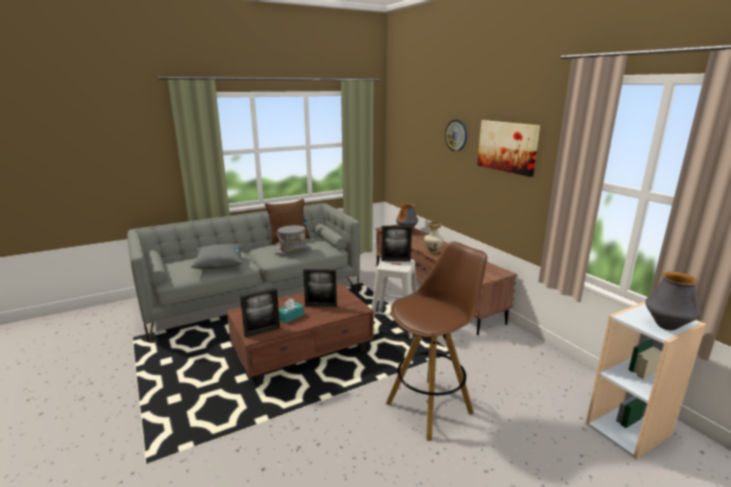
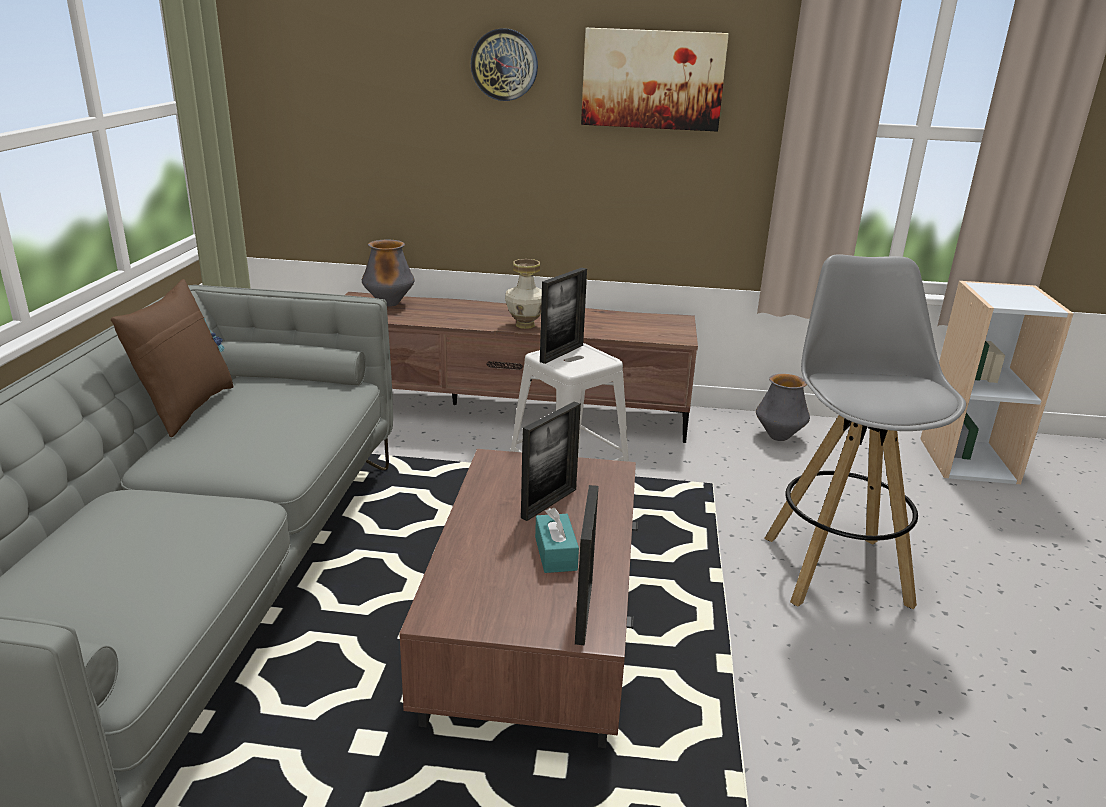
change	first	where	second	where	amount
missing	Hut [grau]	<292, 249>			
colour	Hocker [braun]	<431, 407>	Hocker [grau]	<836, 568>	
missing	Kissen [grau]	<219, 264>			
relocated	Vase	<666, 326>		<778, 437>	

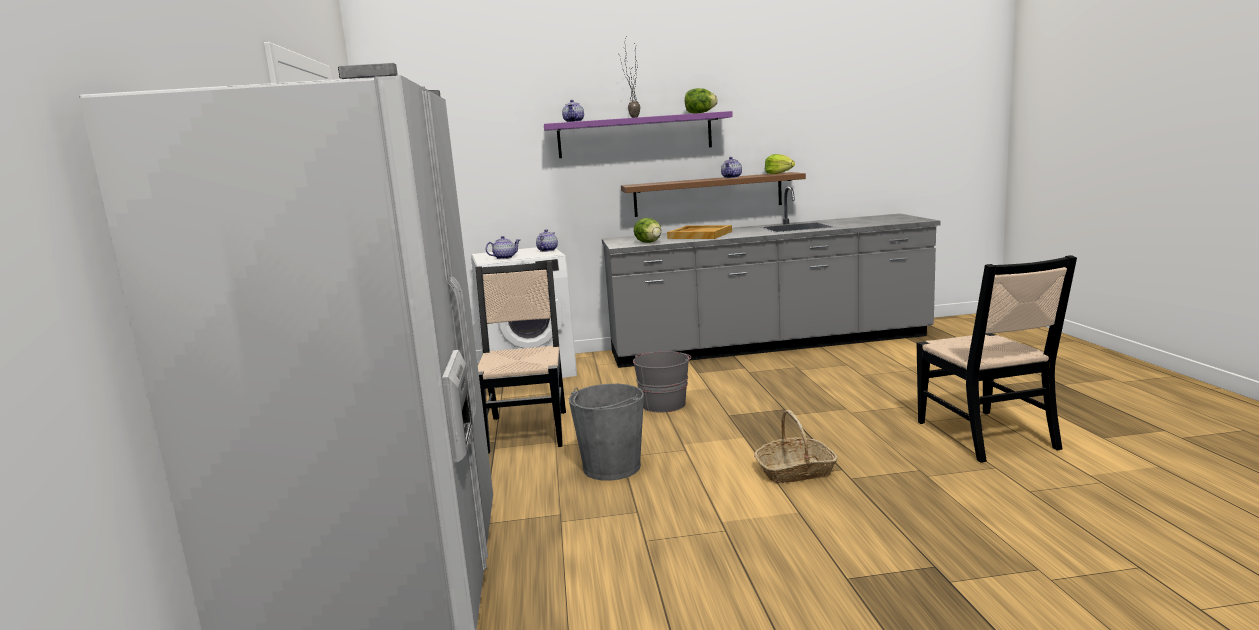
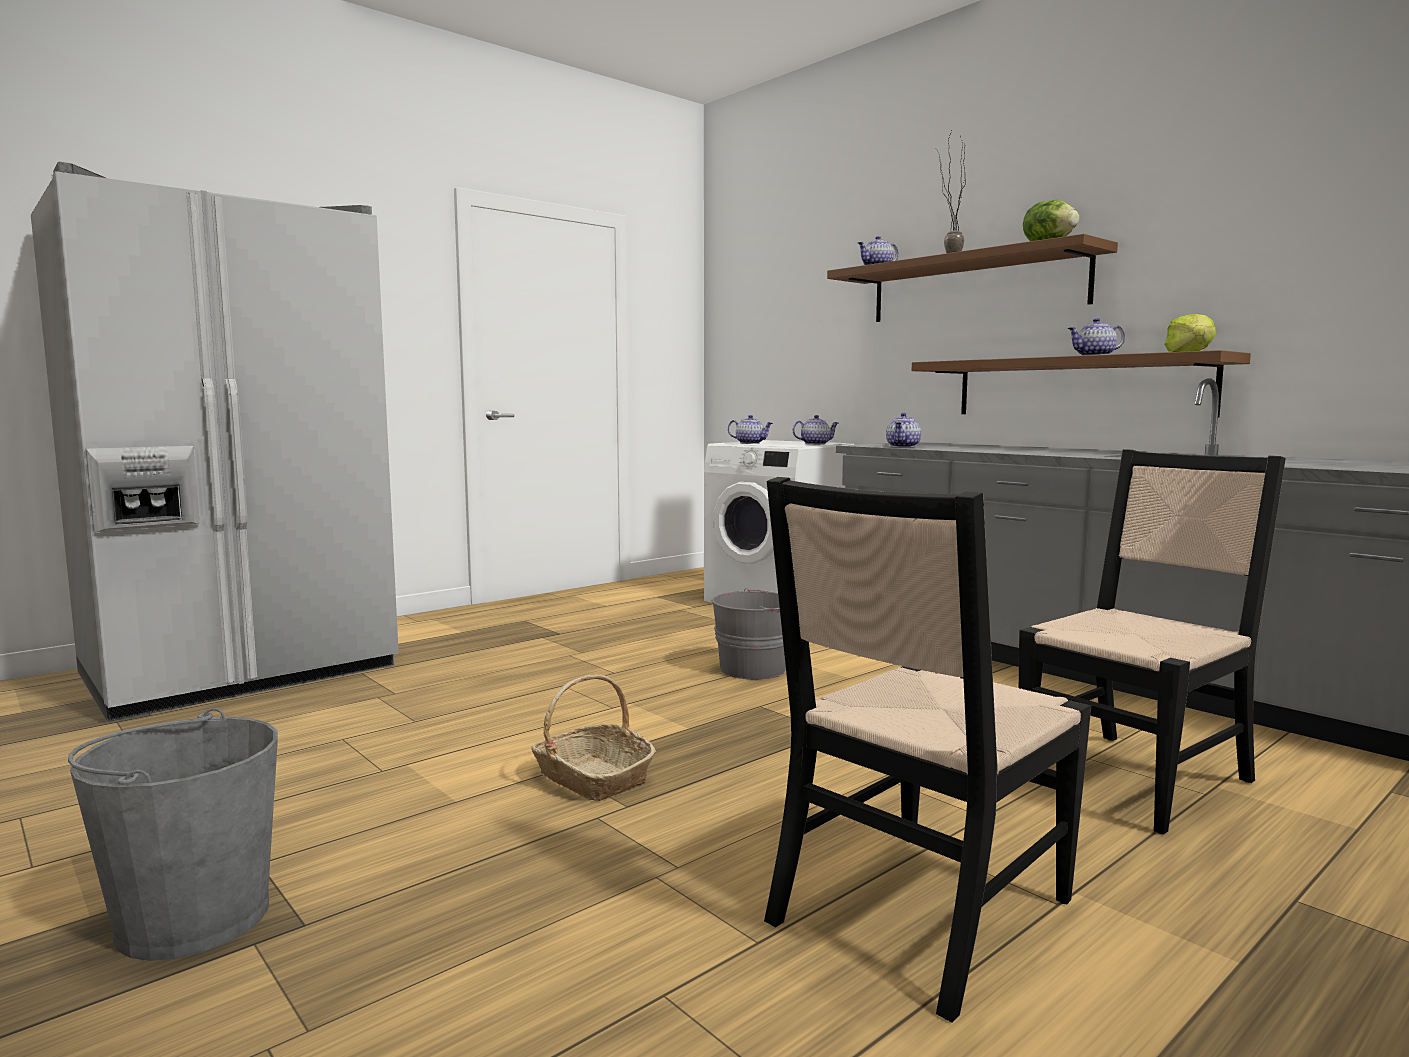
change	first	where	second	where	amount
colour	Wandregal [lila]	<635, 135>	Wandregal [braun]	<975, 287>	
exchanged	Salatkopf	<649, 242>	Teekanne	<903, 446>	
missing	Tablett [beige]	<699, 235>			
relocated	Stuhl	<527, 431>		<1134, 781>	
relocated	Eimer [grau]	<611, 467>		<192, 918>	

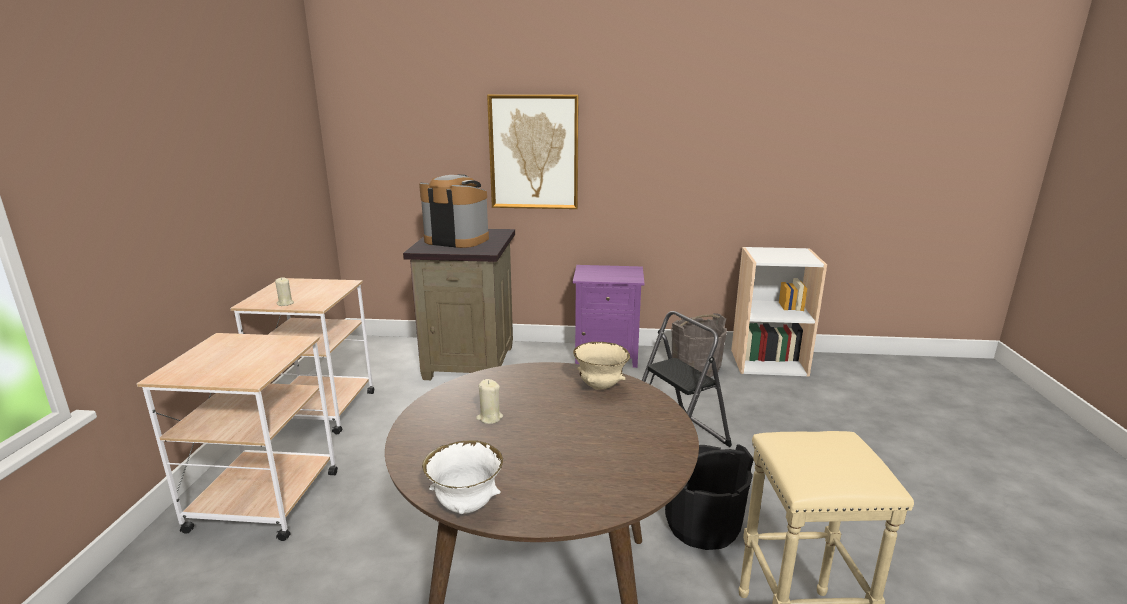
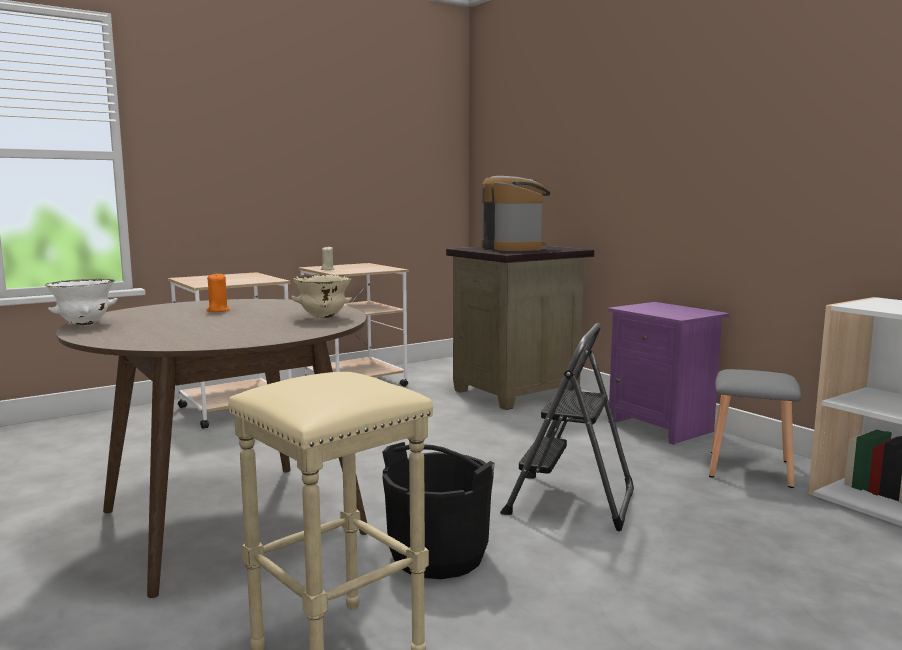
change	first	where	second	where	amount
missing	Bild	<534, 152>			
exchanged	Eimer [grau]	<695, 368>	Hocker [grau]	<751, 468>	
colour	Kerze [beige]	<489, 418>	Kerze [orange]	<217, 310>	

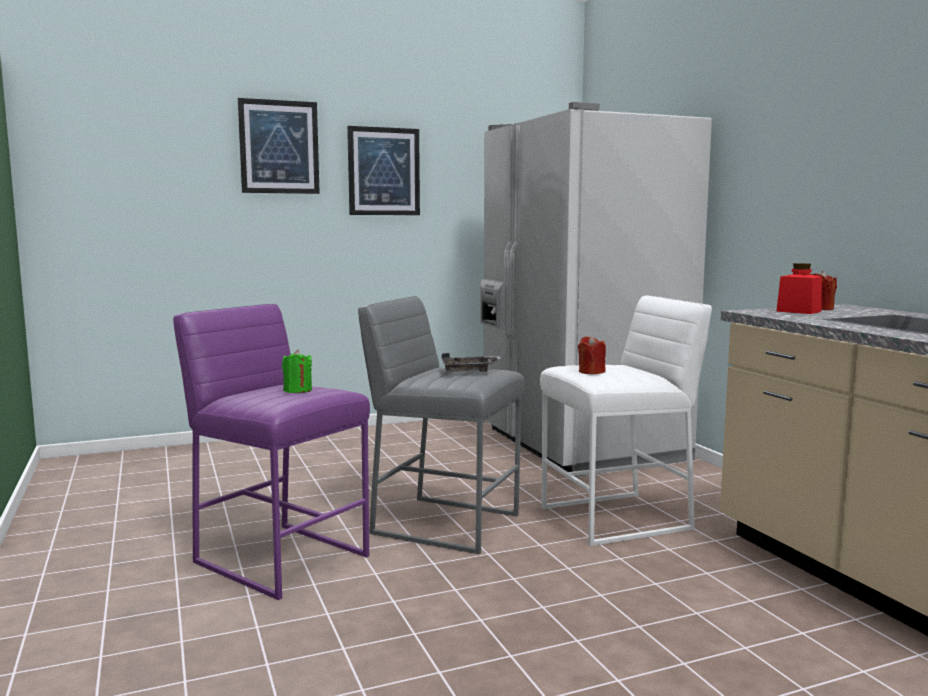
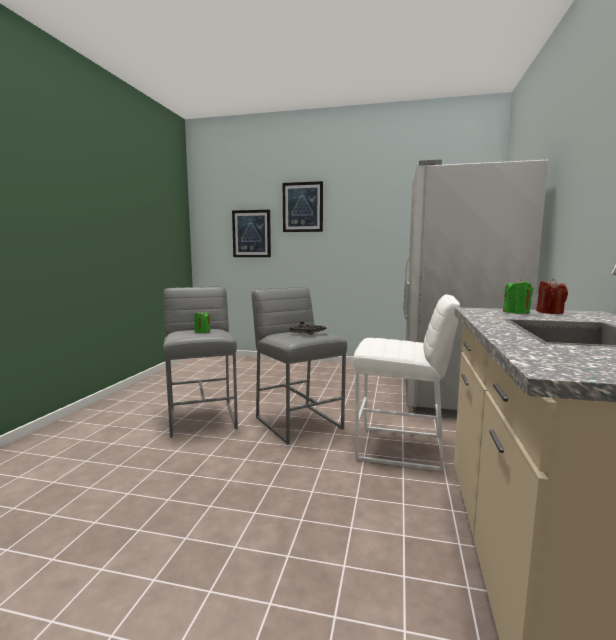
change	first	where	second	where	amount
relocated	Bild	<383, 171>		<251, 234>	
exchanged	Vorratsglas [rot]	<798, 311>	Kerze [grün]	<516, 312>	
colour	Hocker [lila]	<280, 558>	Hocker [grau]	<202, 418>	
missing	Kerze [rot]	<591, 372>			

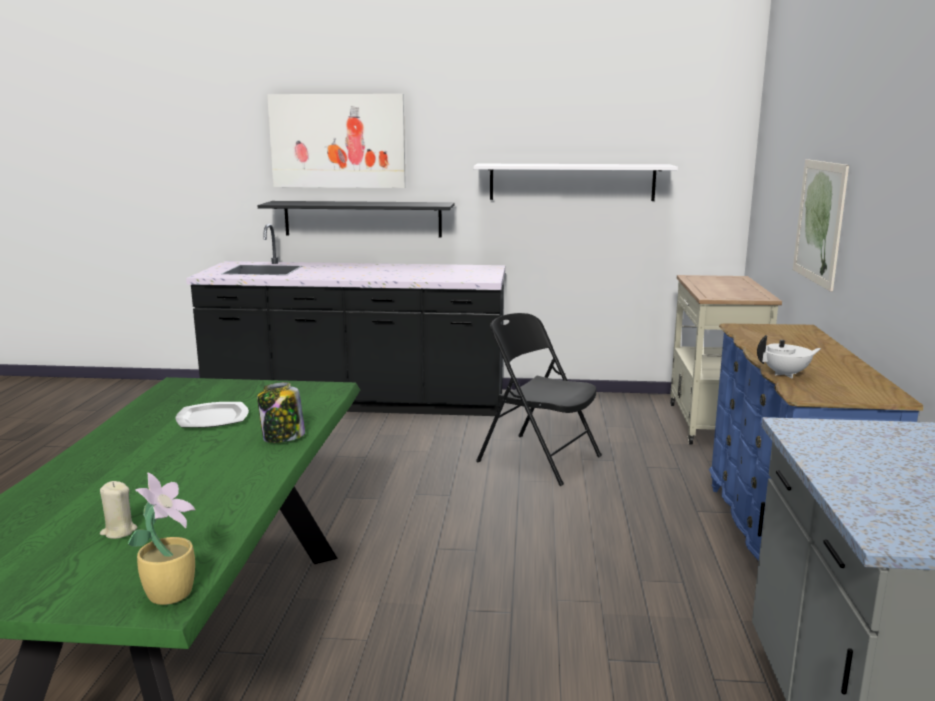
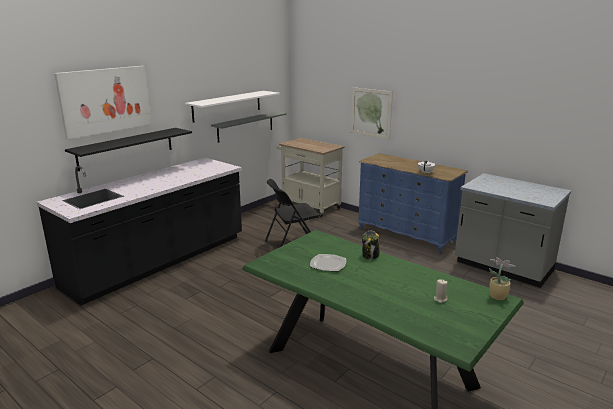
change	first	where	second	where	amount
appeared			Wandregal [grau]	<245, 126>	

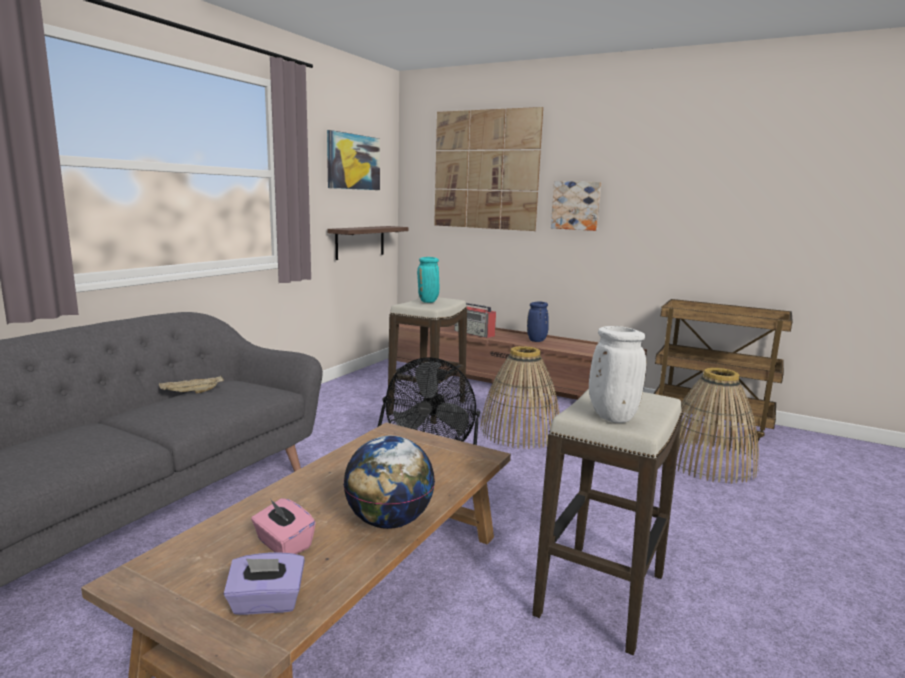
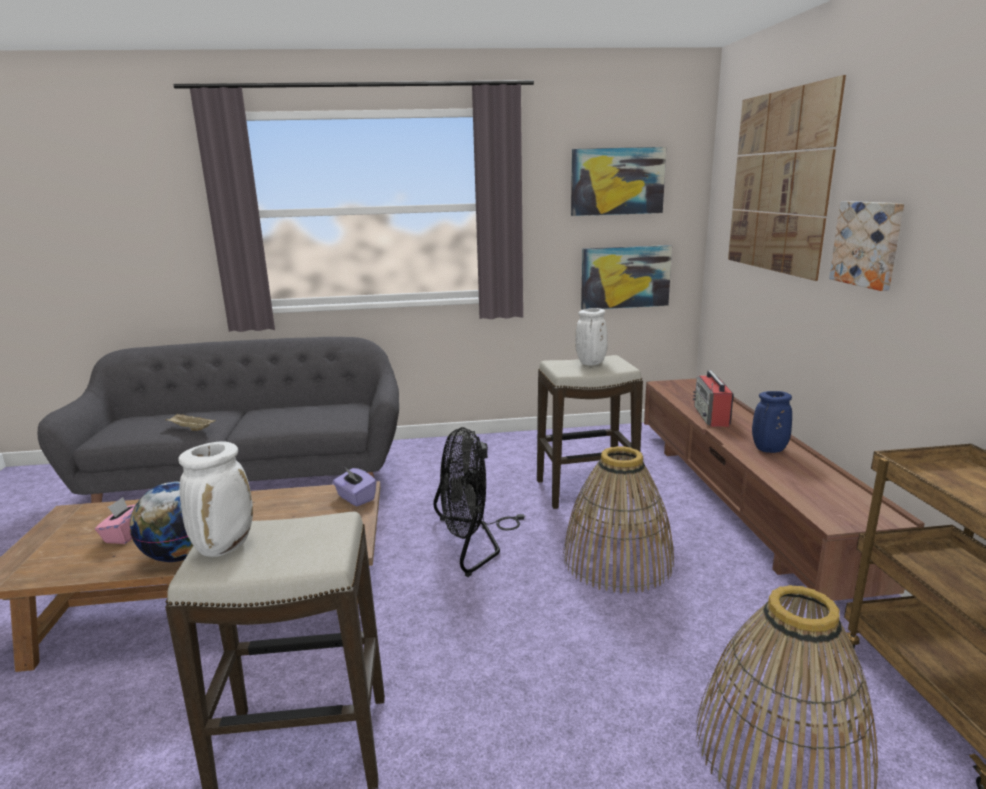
change	first	where	second	where	amount
exchanged	Wandregal	<360, 242>	Bild	<625, 277>	
colour	Vase [türkis]	<428, 302>	Vase [weiß]	<591, 364>	
relocated	Tablett [beige]	<192, 393>		<191, 429>	
relocated	Taschentuchbox [lila]	<266, 603>		<355, 498>	

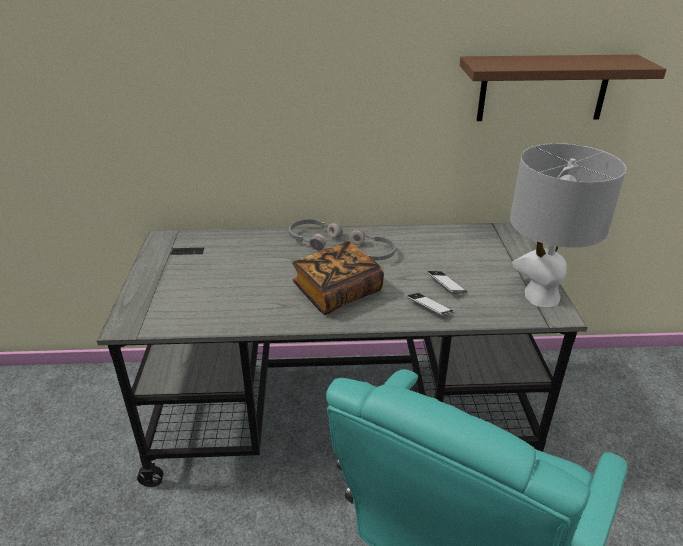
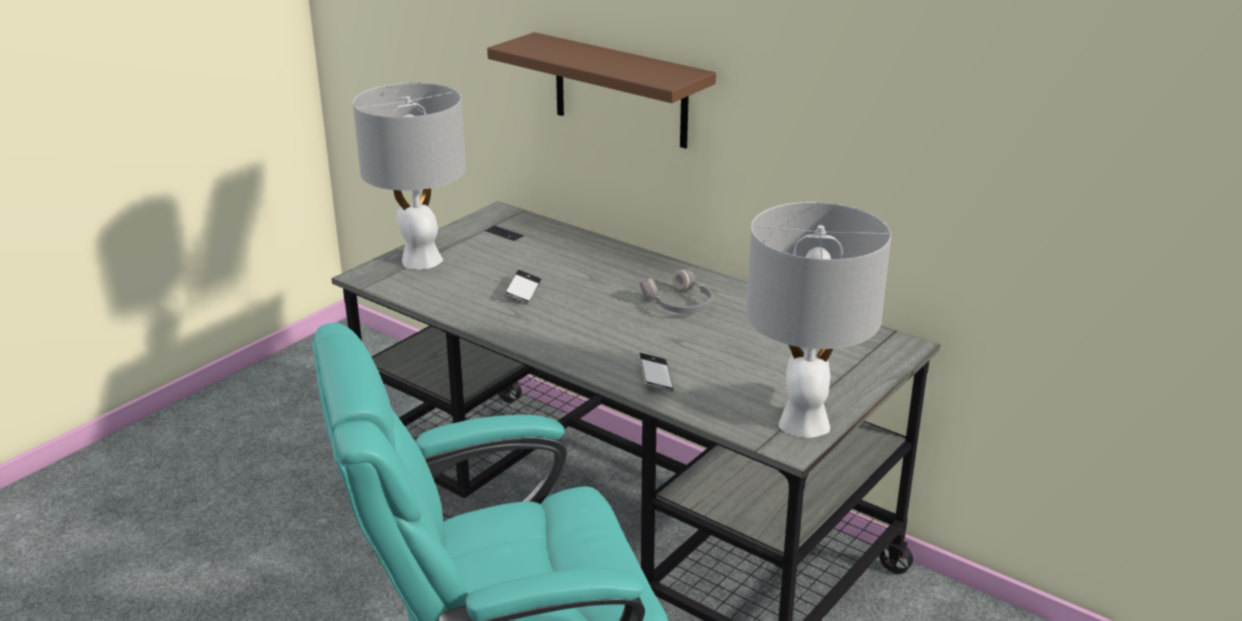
change	first	where	second	where	amount
relocated	Wandregal [braun]	<543, 88>		<620, 91>	
missing	Kopfhörer [grau]	<313, 238>			
missing	Buch	<337, 292>			
relocated	Handy	<446, 285>		<523, 291>	
appeared			Tischlampe [grau]	<421, 260>	

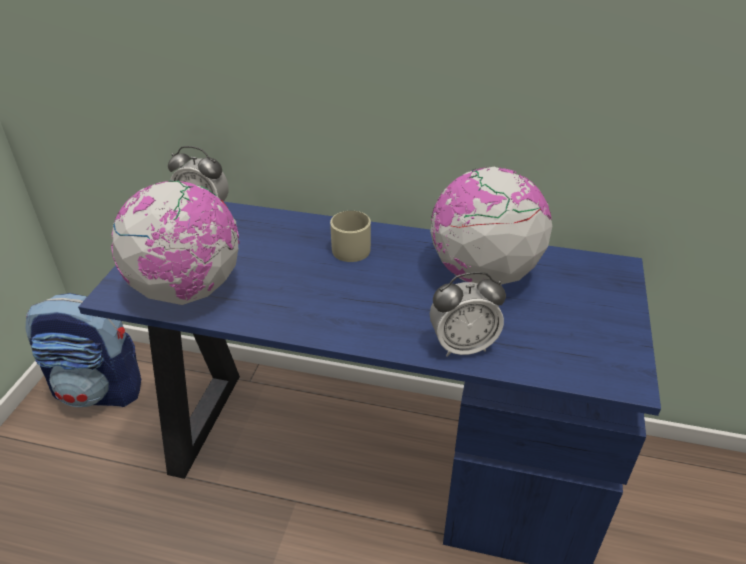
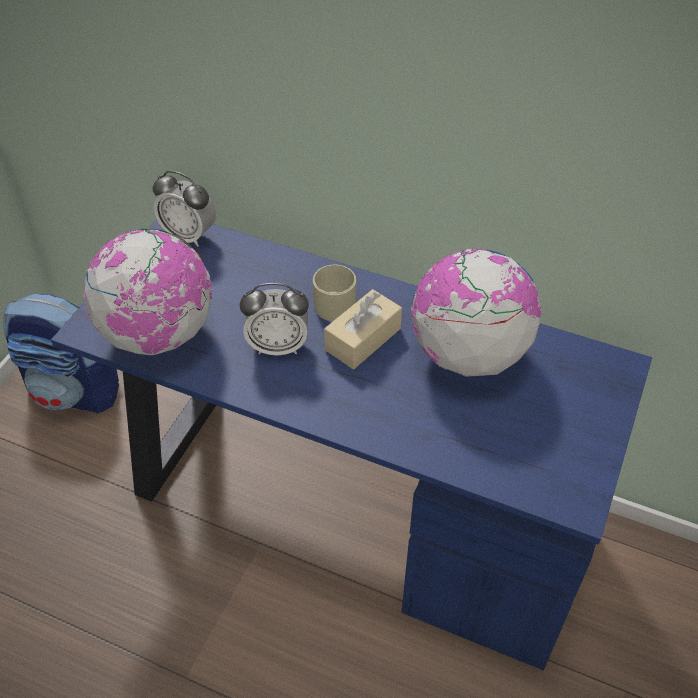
change	first	where	second	where	amount
relocated	Wecker	<462, 346>		<278, 346>	
appeared			Taschentuchbox [beige]	<363, 339>	

